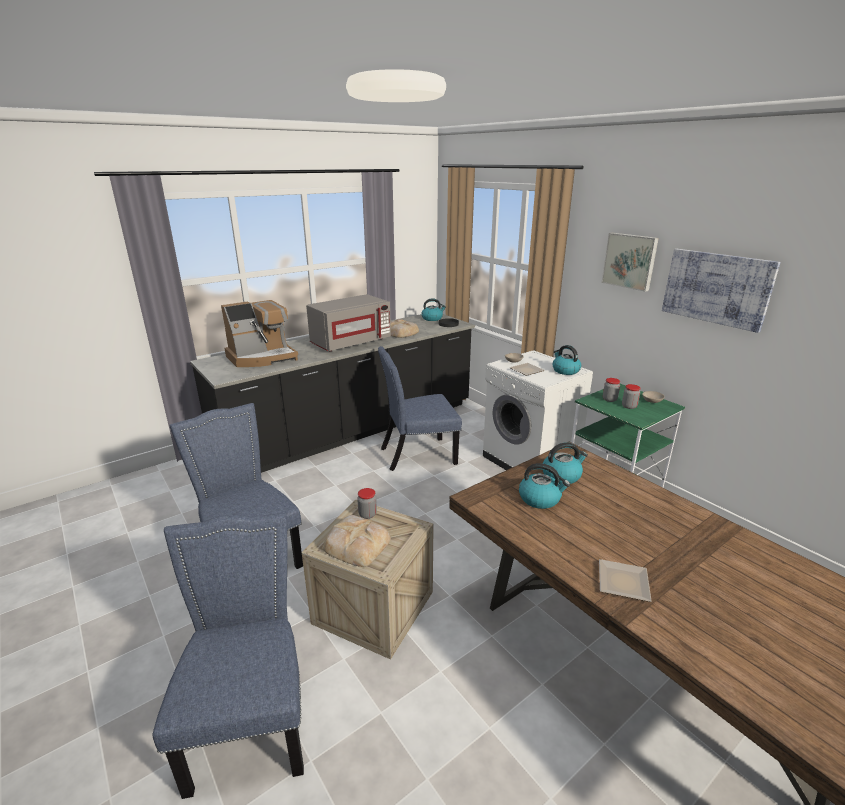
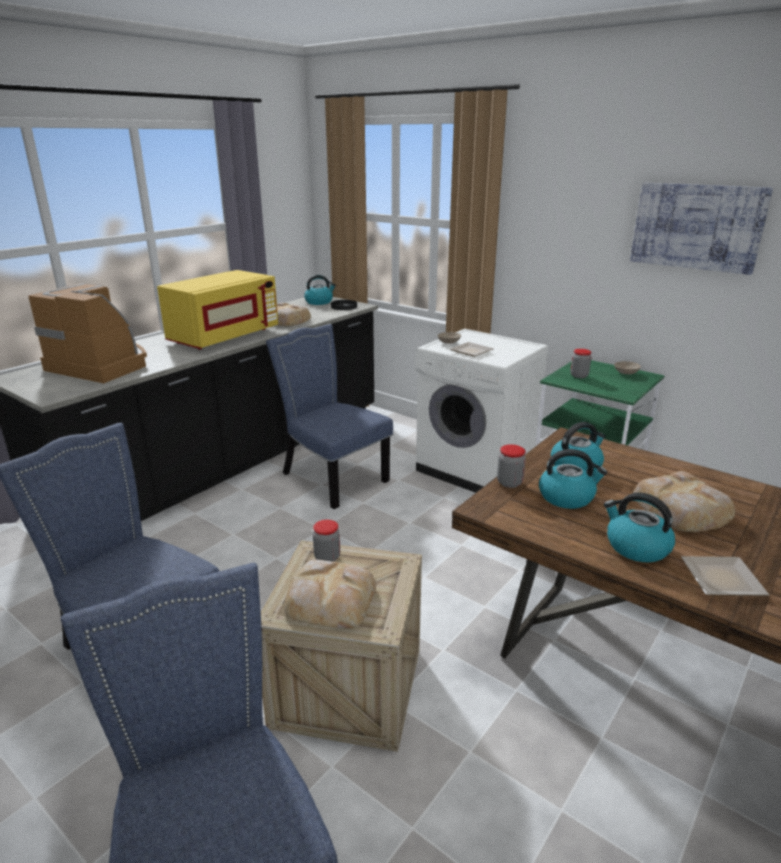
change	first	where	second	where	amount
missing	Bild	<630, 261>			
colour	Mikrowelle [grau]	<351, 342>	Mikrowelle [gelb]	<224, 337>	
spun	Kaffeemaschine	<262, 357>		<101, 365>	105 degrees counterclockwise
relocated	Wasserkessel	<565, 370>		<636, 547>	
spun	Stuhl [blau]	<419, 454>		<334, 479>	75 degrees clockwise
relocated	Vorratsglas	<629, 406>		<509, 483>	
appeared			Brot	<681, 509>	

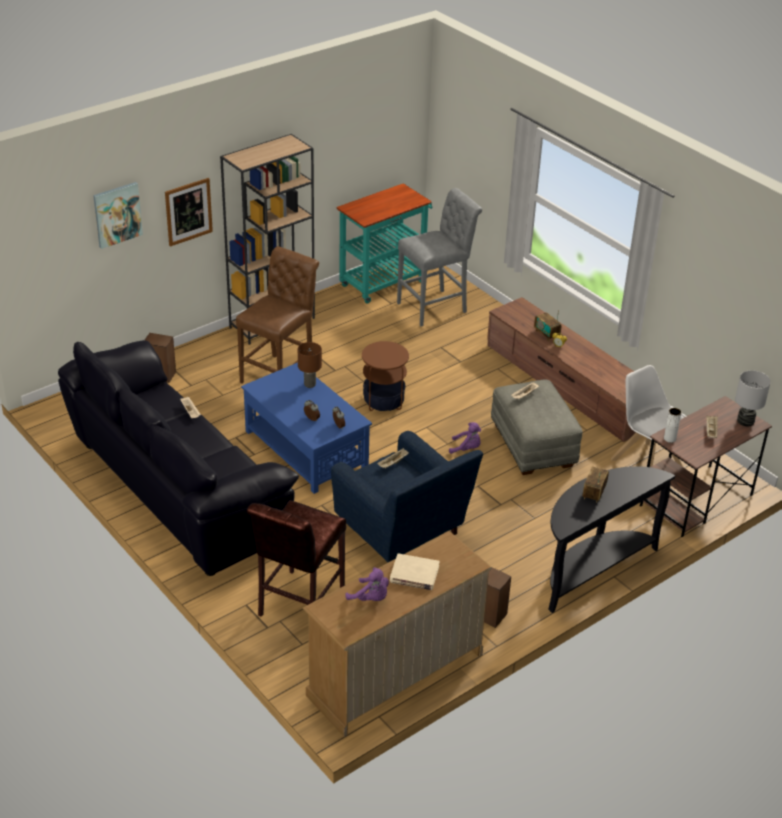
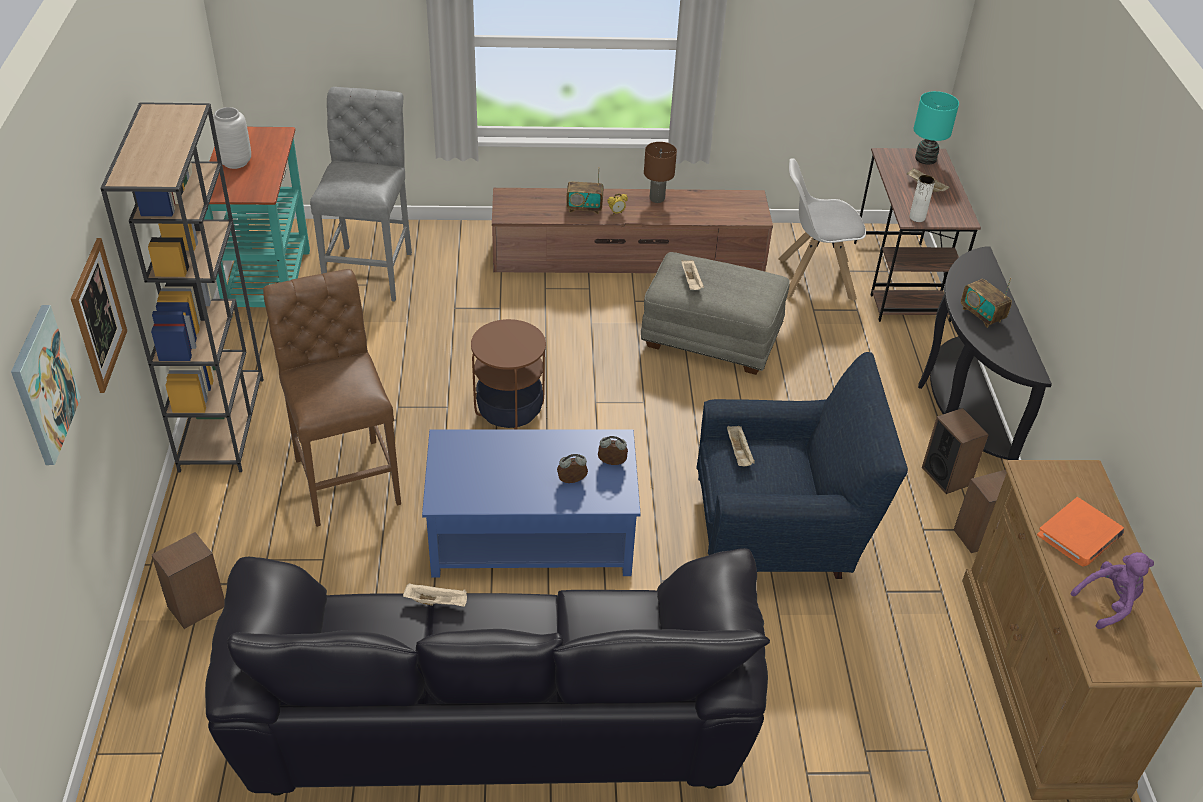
change	first	where	second	where	amount
relocated	Tischlampe [braun]	<309, 385>		<657, 200>	
colour	Tischlampe [grau]	<745, 421>	Tischlampe [türkis]	<925, 159>	
missing	Plüschtier [lila]	<466, 448>			
missing	Hocker [braun]	<298, 605>			
colour	Buch [beige]	<414, 574>	Buch [orange]	<1079, 535>	
appeared			Vase [grau]	<235, 162>	
appeared			Lautsprecher	<946, 476>	

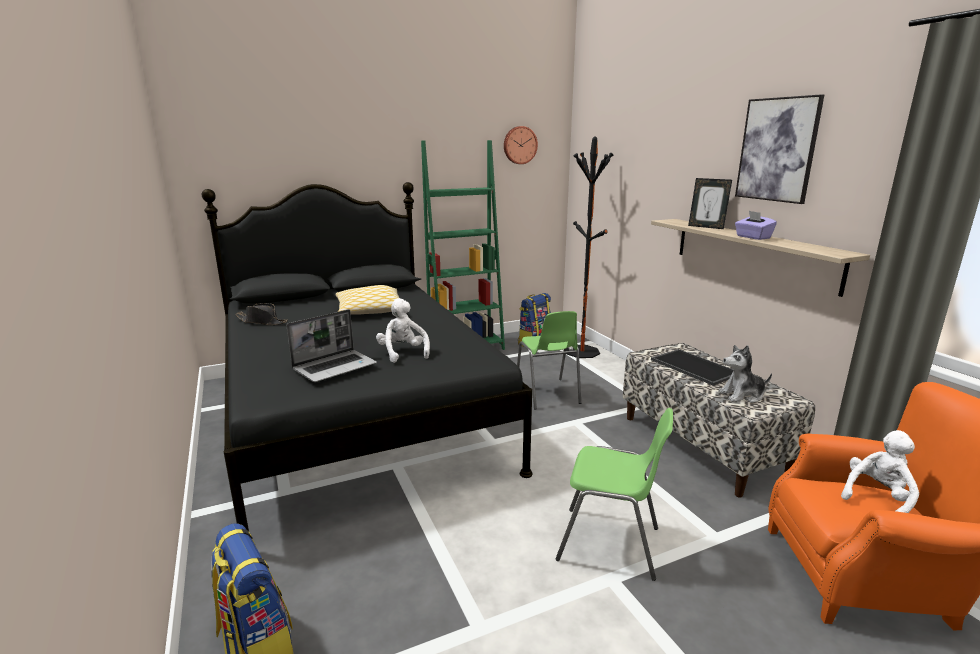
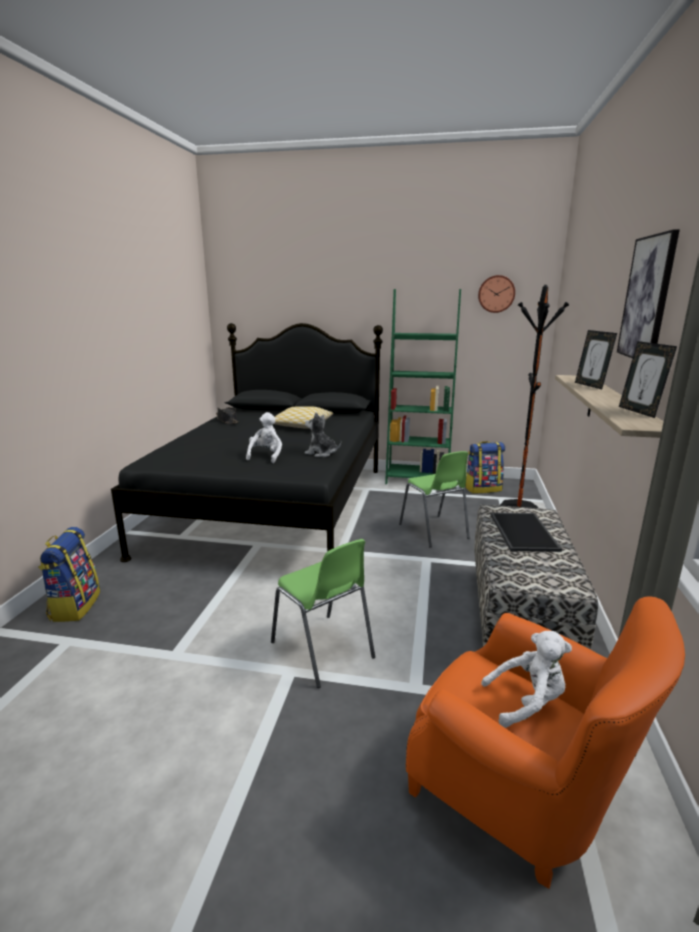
change	first	where	second	where	amount
missing	Taschentuchbox [lila]	<752, 237>			
missing	Laptop	<335, 367>			
spun	Stuhl [grün]	<547, 394>		<434, 531>	45 degrees counterclockwise
relocated	Plüschtier	<742, 395>		<321, 453>	
appeared			Bilderrahmen	<639, 412>	

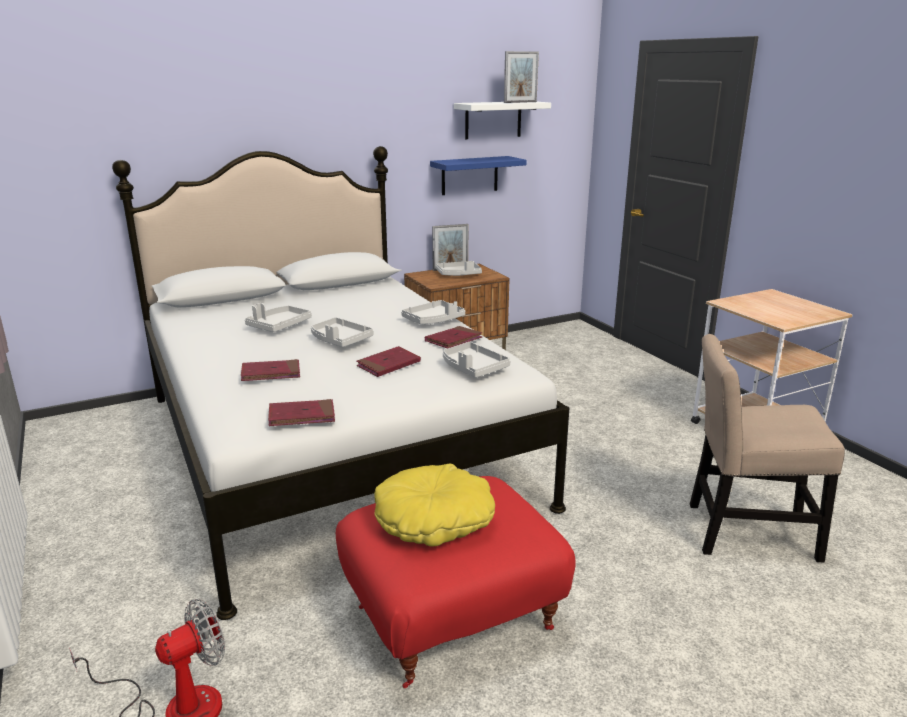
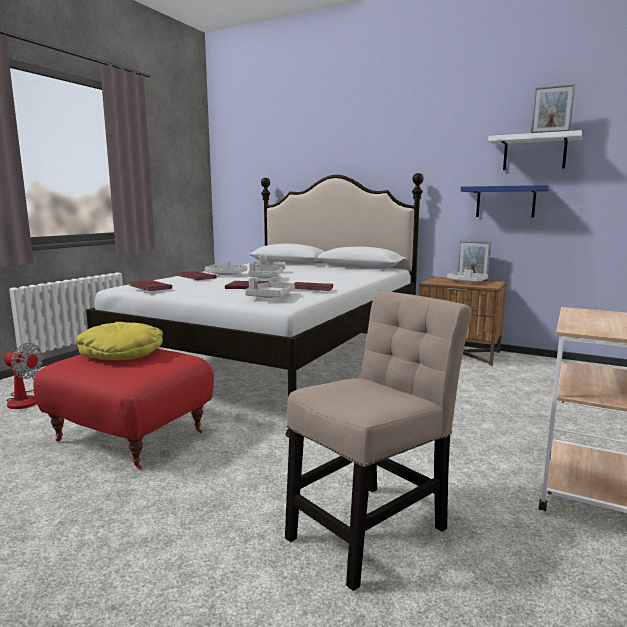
change	first	where	second	where	amount
relocated	Tablett [grau]	<434, 320>		<225, 275>	
spun	Stuhl [beige]	<744, 532>		<372, 528>	75 degrees clockwise

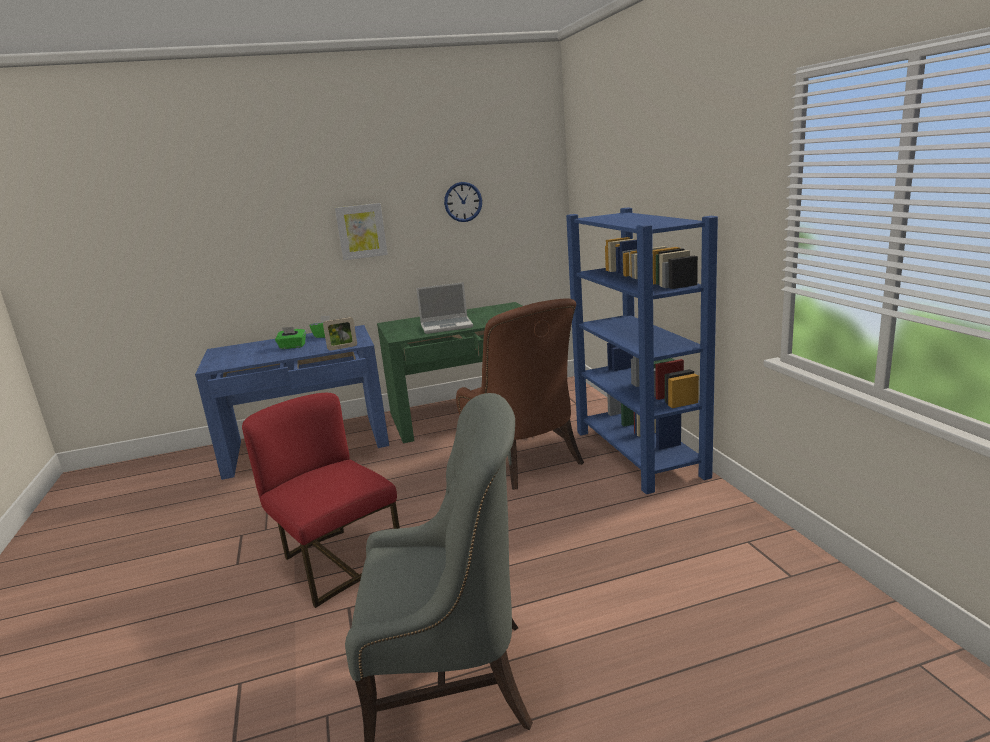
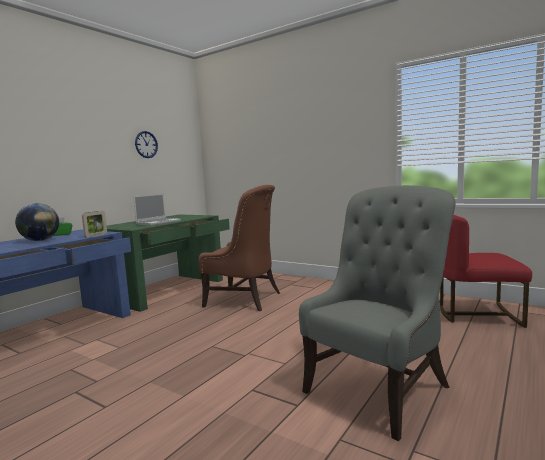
change	first	where	second	where	amount
missing	Bild	<361, 231>			
missing	Bücherregal [blau]	<639, 453>			
exchanged	Taschentuchbox [grün]	<292, 347>	Globus	<40, 240>	
relocated	Stuhl [rot]	<337, 561>		<477, 314>	

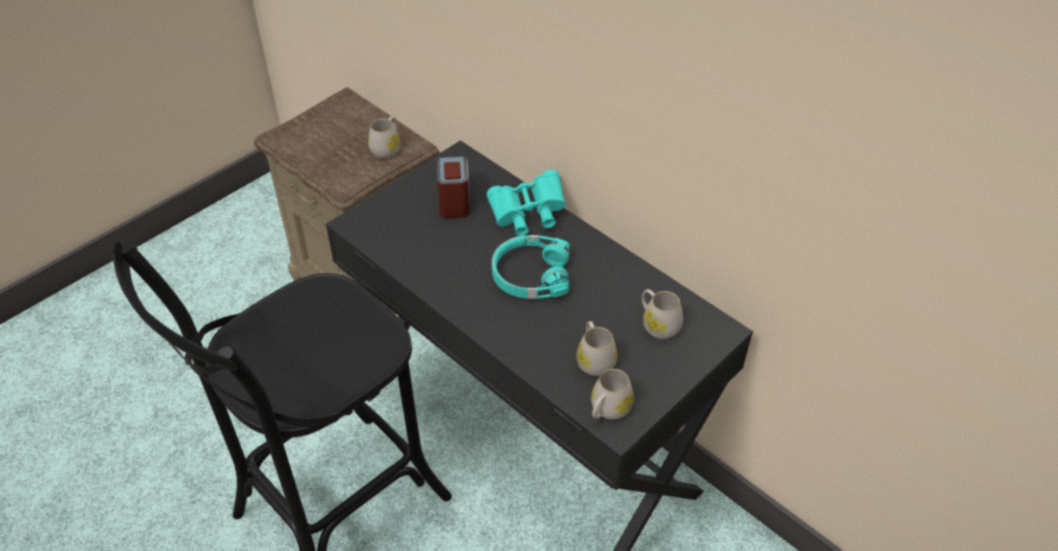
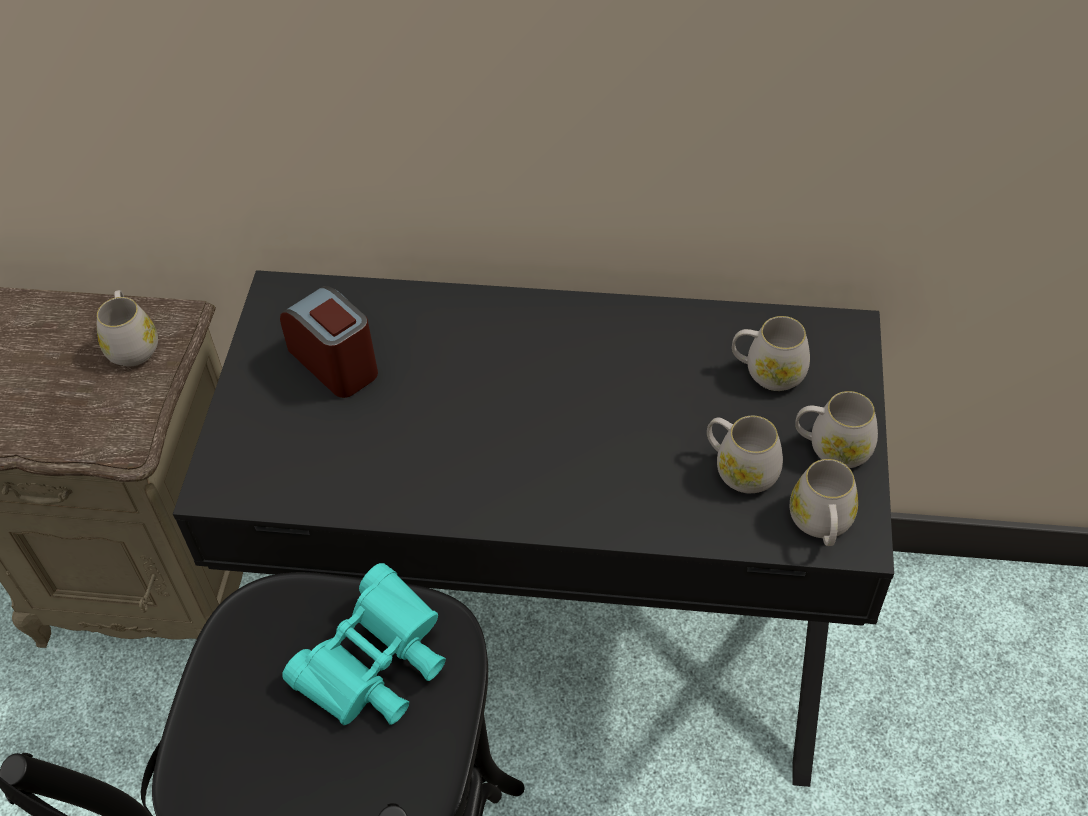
change	first	where	second	where	amount
relocated	Fernglas [türkis]	<527, 215>		<375, 668>	
missing	Kopfhörer [türkis]	<530, 275>			
appeared			Henkelbecher [weiß]	<832, 447>	

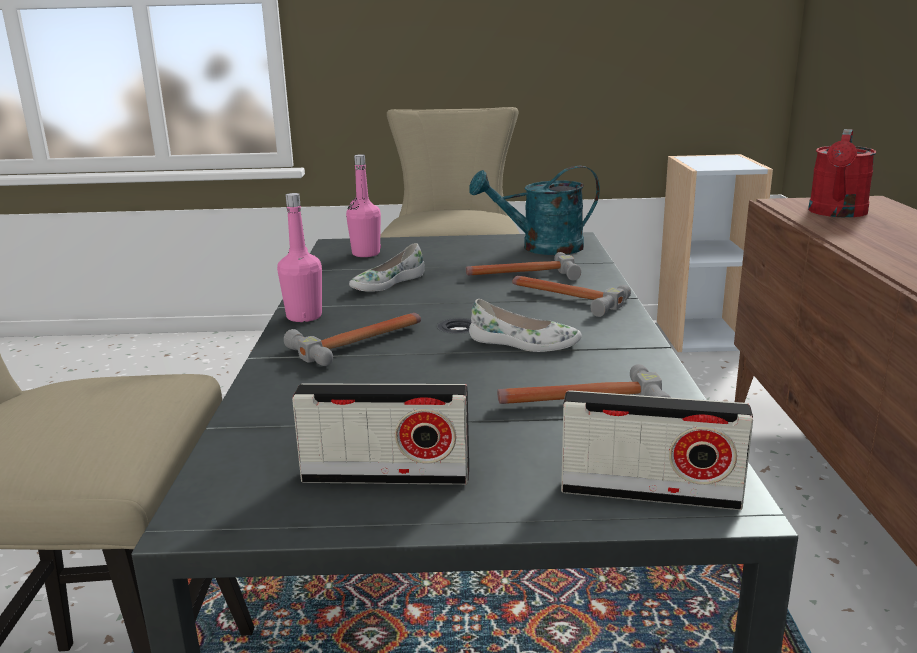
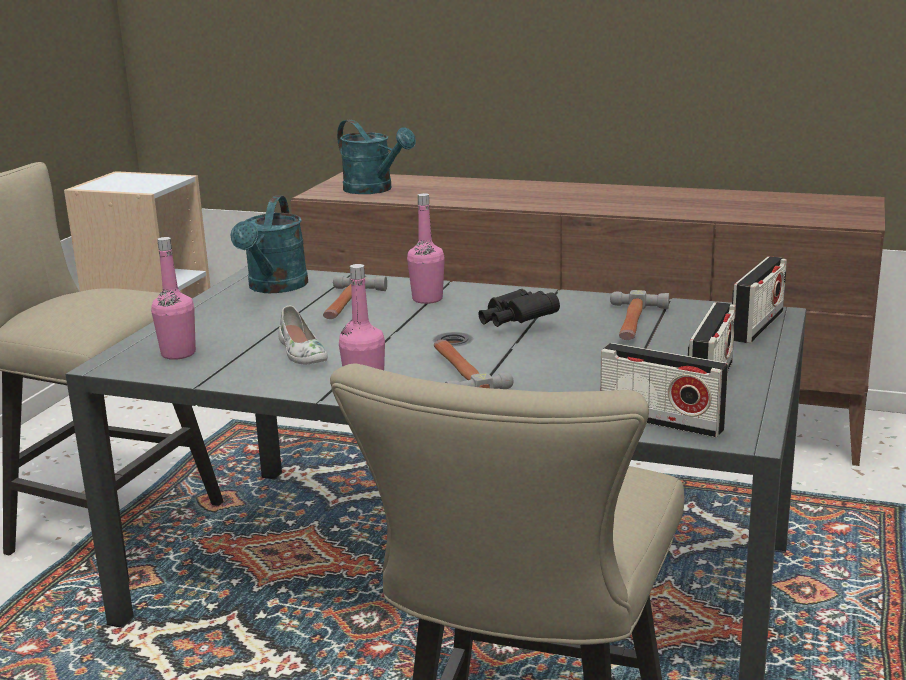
change	first	where	second	where	amount
colour	Gießkanne [rot]	<837, 213>	Gießkanne [türkis]	<374, 190>	
exchanged	Hammer	<565, 298>	Flasche [rosa]	<427, 299>	
exchanged	Schuh [weiß]	<523, 343>	Fernglas [schwarz]	<516, 324>	
appeared			Radio	<661, 421>	

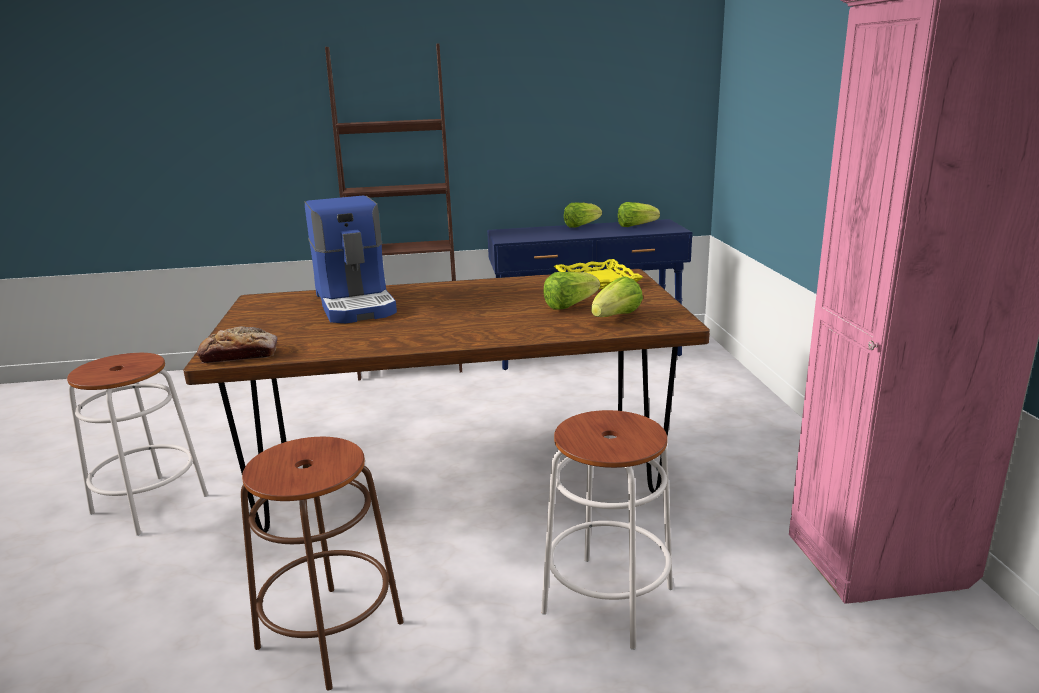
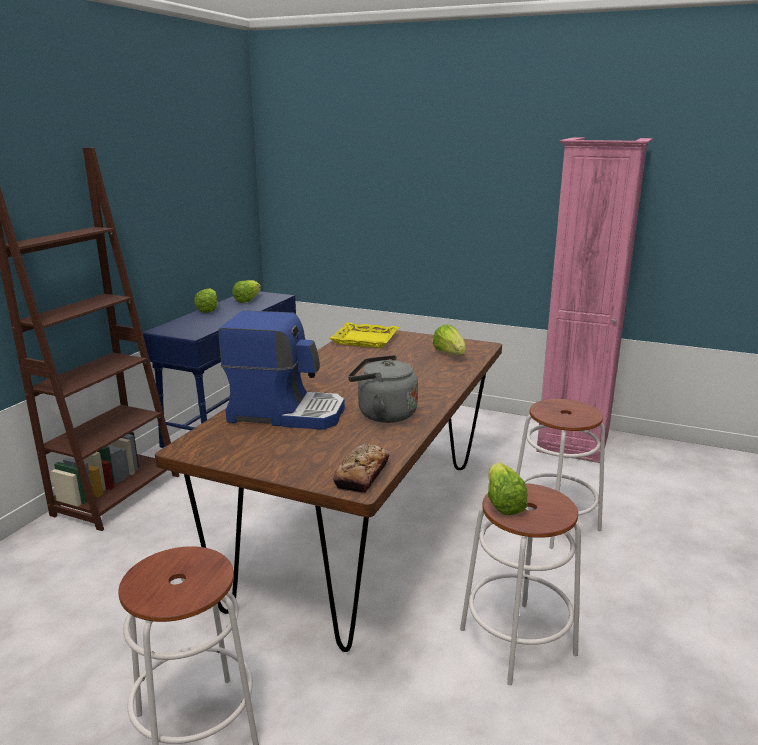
change	first	where	second	where	amount
relocated	Salatkopf	<569, 305>		<503, 503>	
colour	Hocker [braun]	<330, 634>	Hocker [weiß]	<517, 641>	
appeared			Wasserkessel [grau]	<383, 414>	

